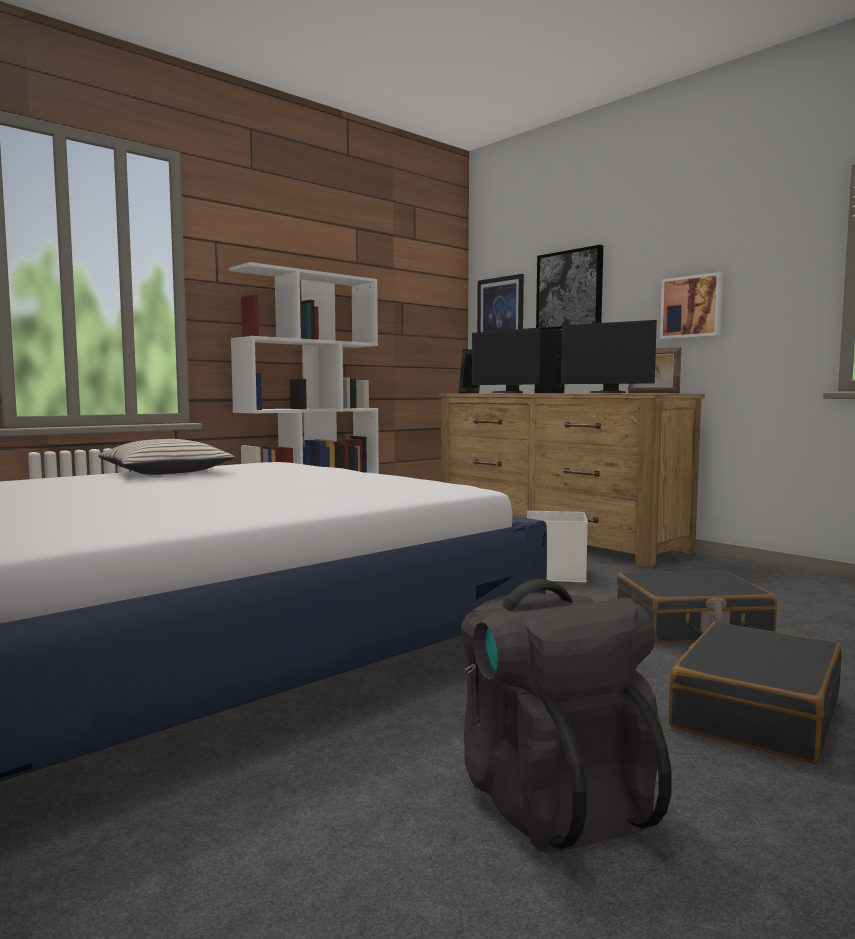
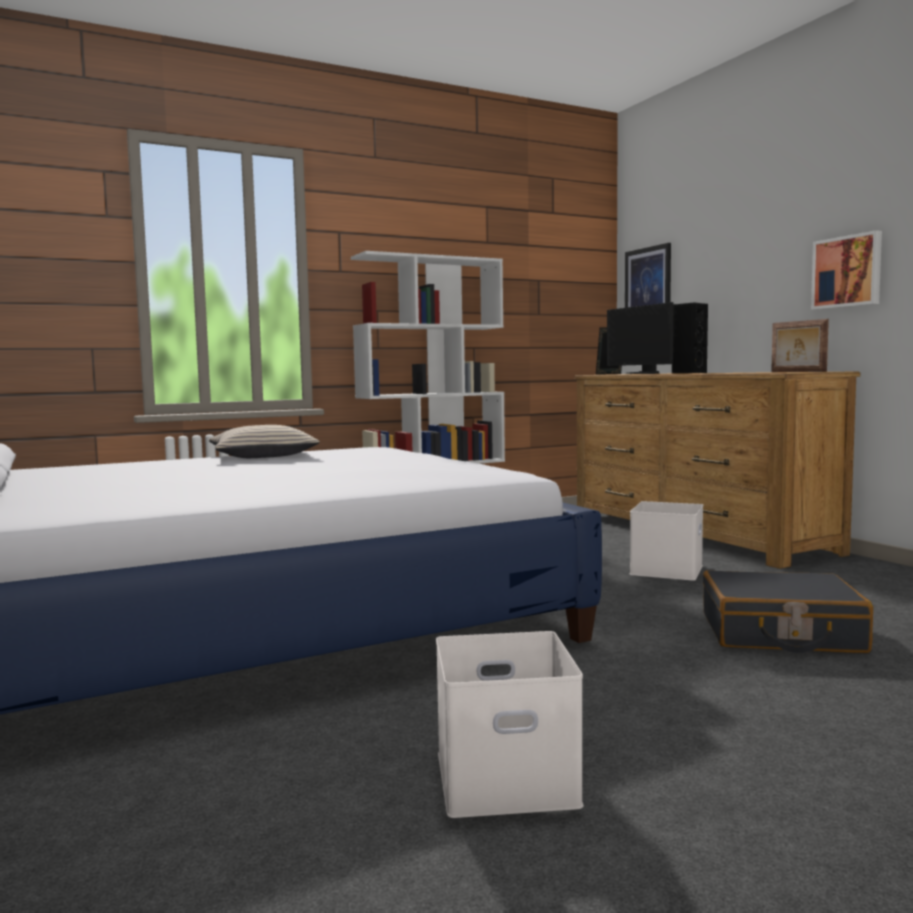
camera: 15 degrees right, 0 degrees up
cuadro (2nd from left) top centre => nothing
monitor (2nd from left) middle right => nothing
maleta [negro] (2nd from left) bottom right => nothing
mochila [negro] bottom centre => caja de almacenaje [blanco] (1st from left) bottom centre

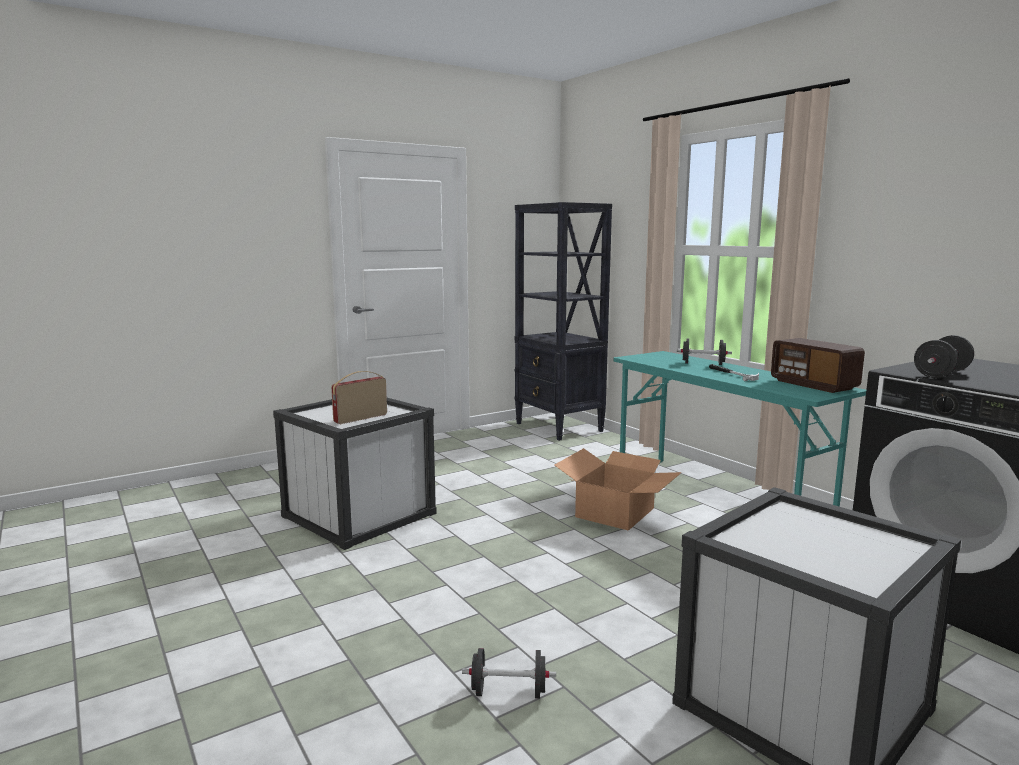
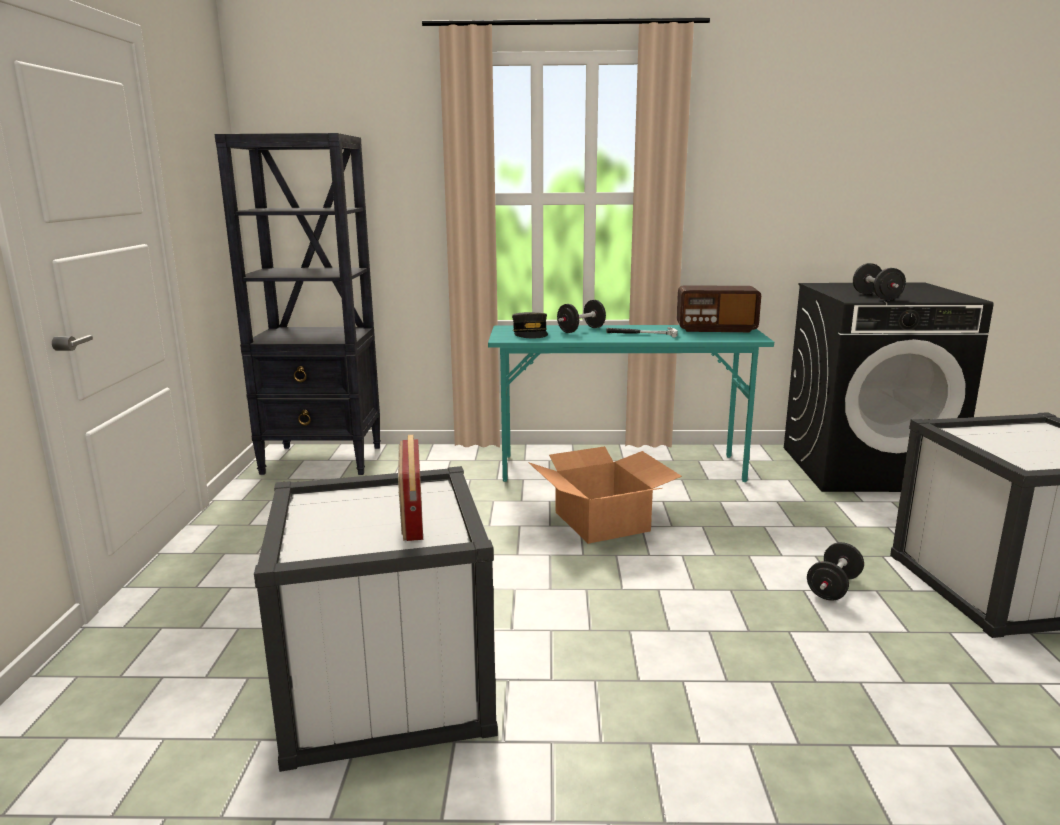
camera: 55 degrees left, 5 degrees up
nothing => gorra [gris] centre
mancuerna [negro] (1st from left in the first image) bottom centre => mancuerna [negro] (2nd from left) bottom right, moved

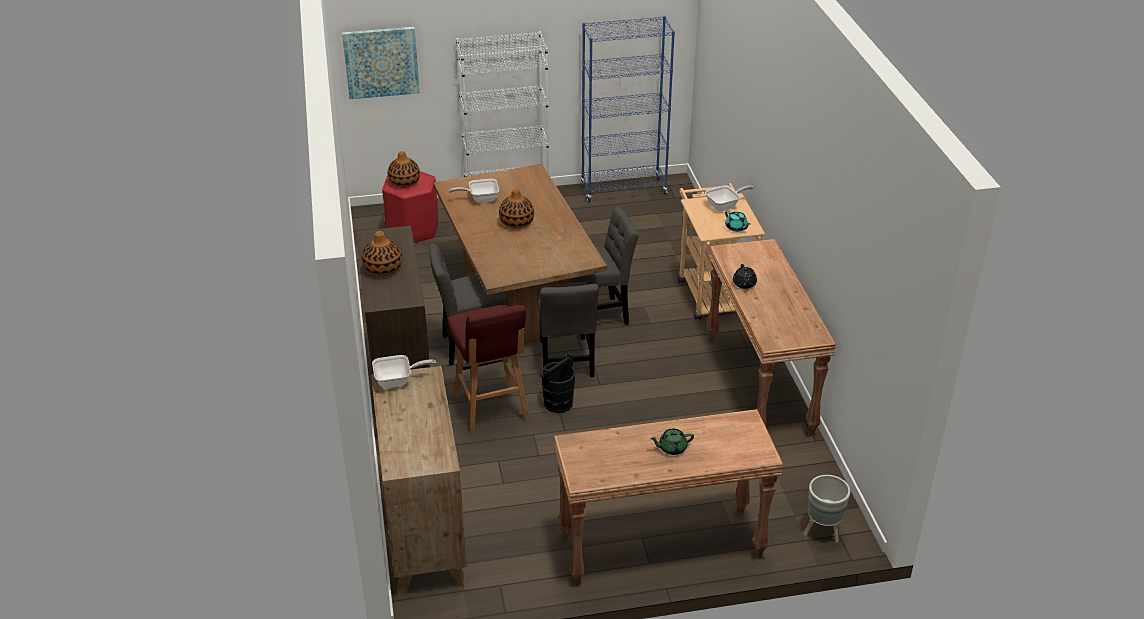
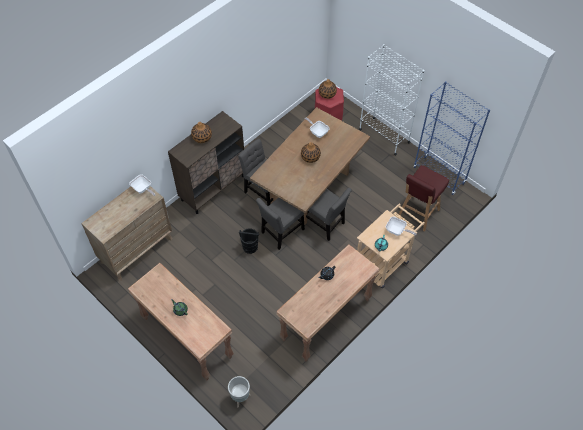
camera: 55 degrees right, 20 degrees up
cuadro top left => nothing
taburete [rojo] (2nd from left) centre => taburete [rojo] (2nd from left) middle right, moved

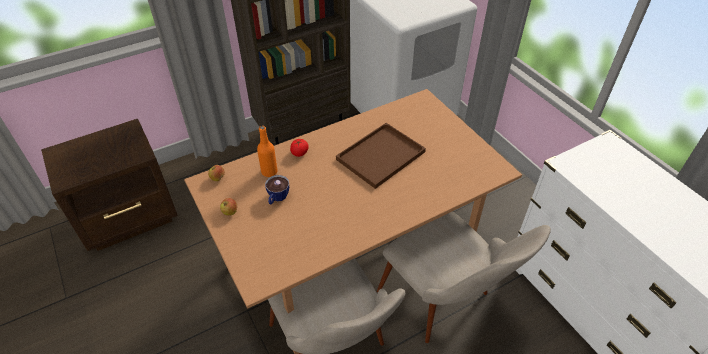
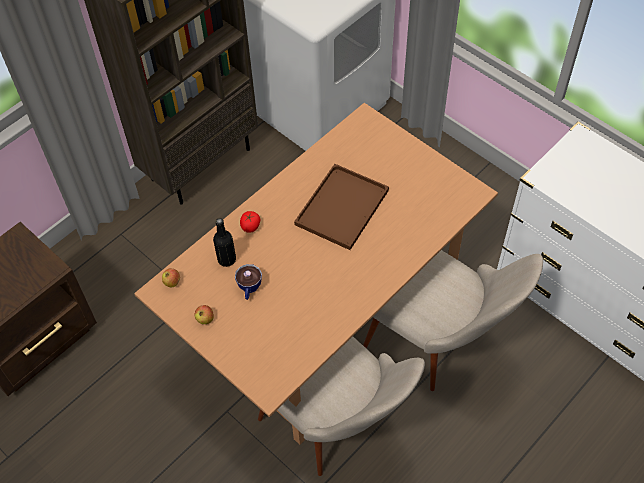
camera: 15 degrees left, 10 degrees up
botella [naranja] centre => botella [negro] centre

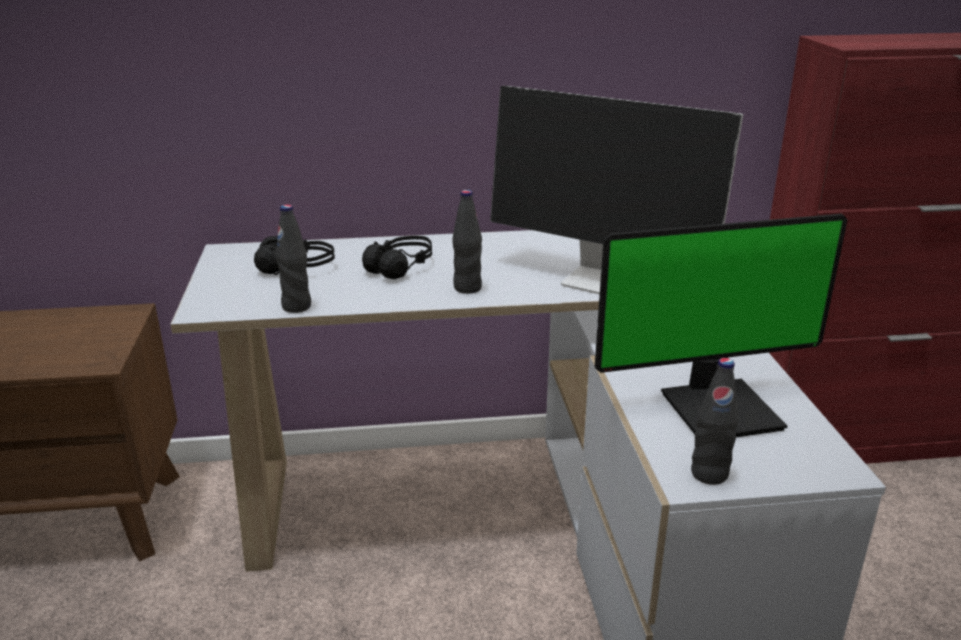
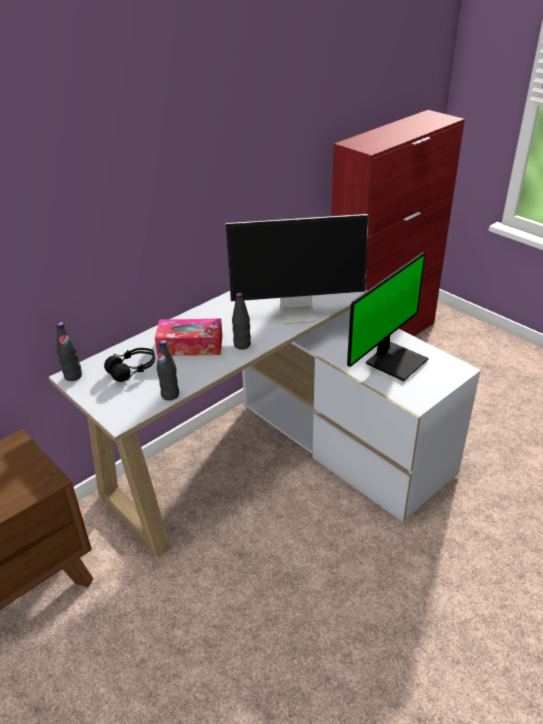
camera: 35 degrees left, 10 degrees up
botella [negro] (3rd from left in the first image) middle right => botella [negro] (1st from left) middle left, moved
auriculares [negro] (2nd from left) centre => caja de pañuelos centre

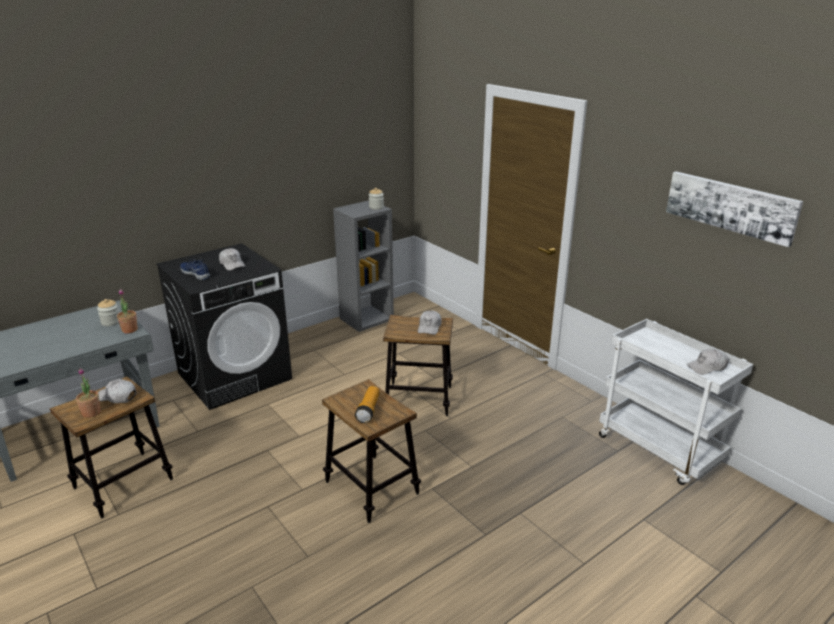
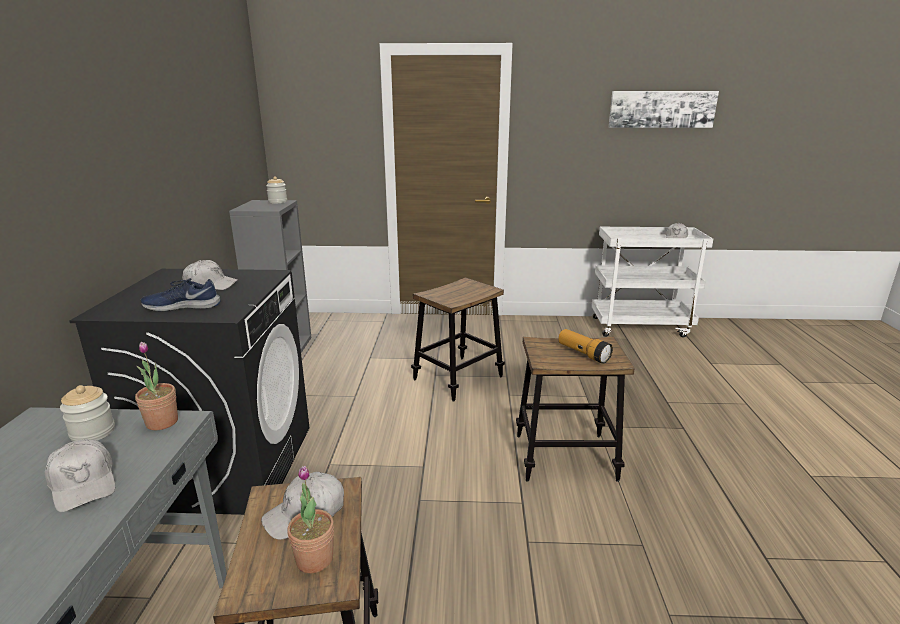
camera: 50 degrees left, 5 degrees down
gorra [blanco] (3rd from left in the first image) centre => gorra [blanco] (1st from left) bottom left, moved

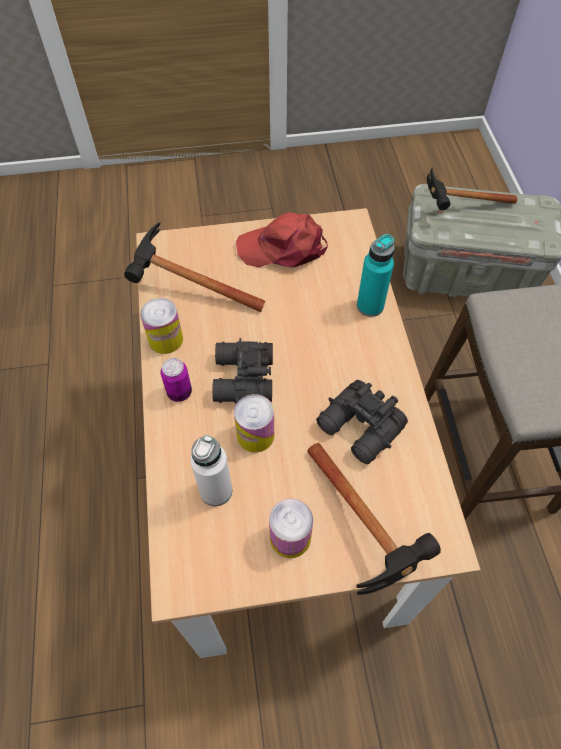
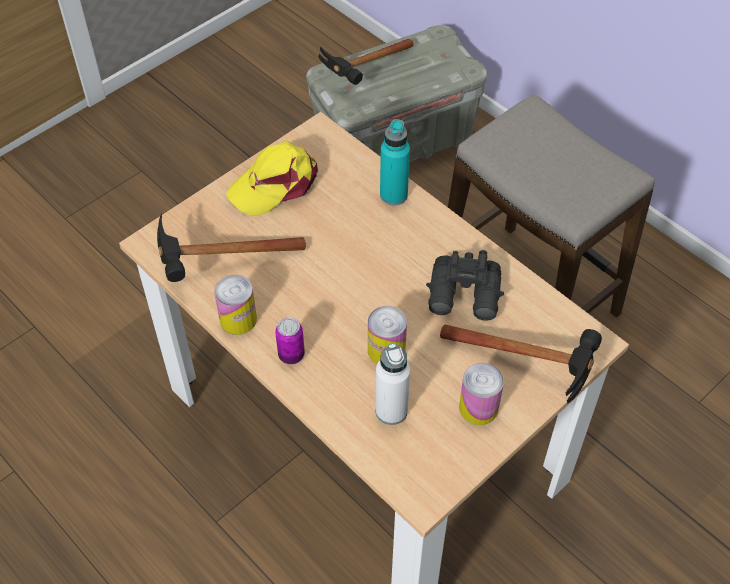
camera: 35 degrees left, 5 degrees down
prismáticos [negro] (1st from left) centre => nothing
gorra [rojo] top centre => gorra [amarillo] top centre

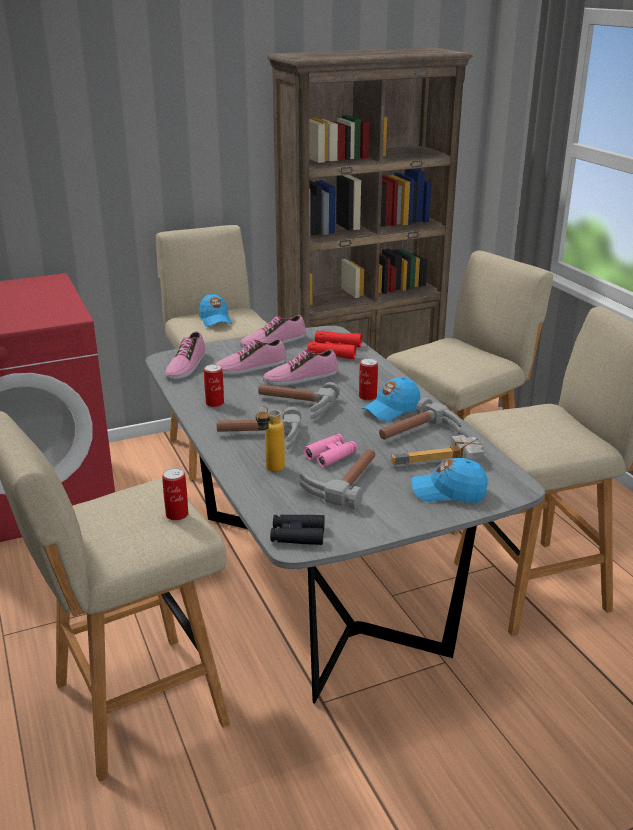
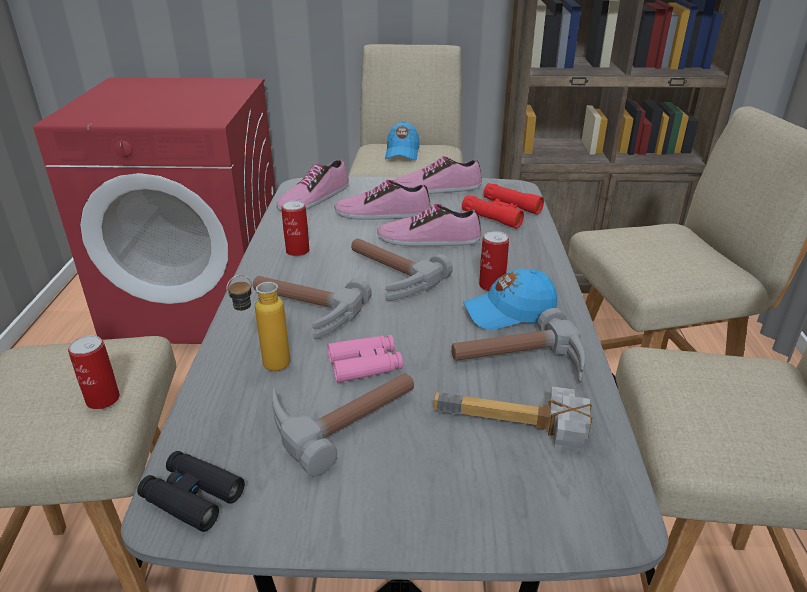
camera: 25 degrees right, 5 degrees up
gorra [azul] (3rd from left) middle right => nothing

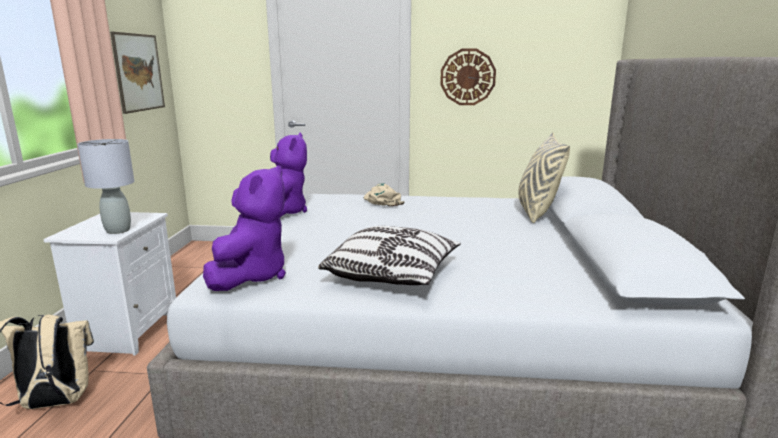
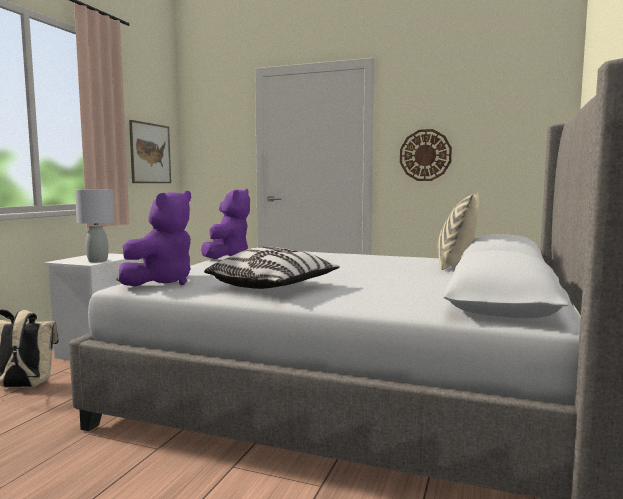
camera: 15 degrees right, 10 degrees down
gorra [beis] centre => nothing

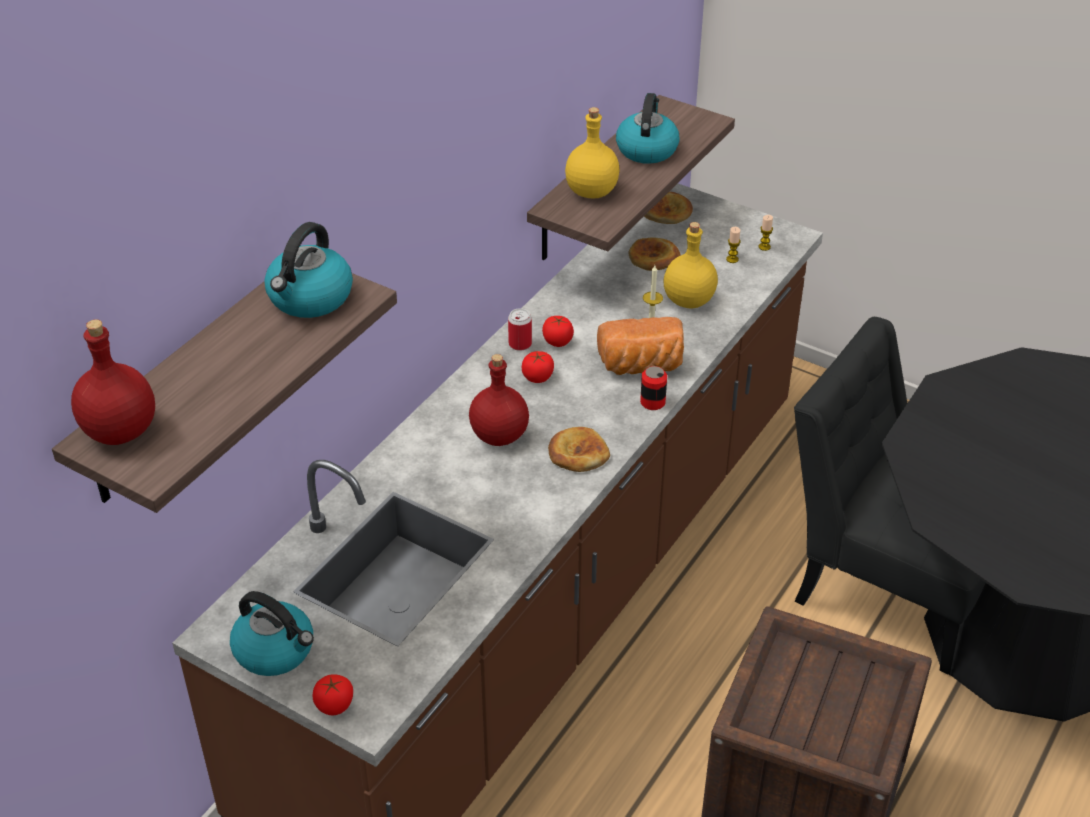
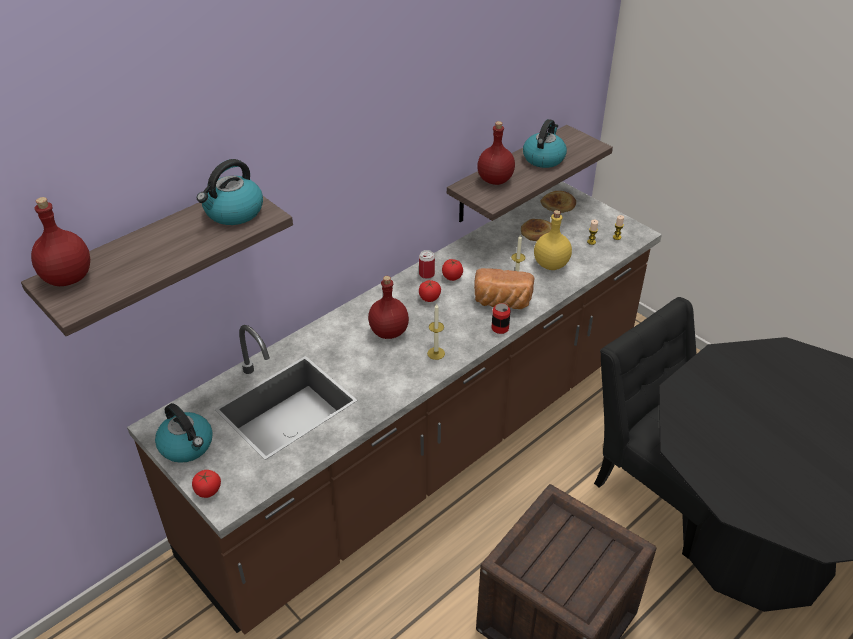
camera: 15 degrees right, 0 degrees up
pan (1st from left) centre => vela (1st from left) centre
botella [amarillo] (1st from left) top centre => botella [rojo] (3rd from left) top centre

